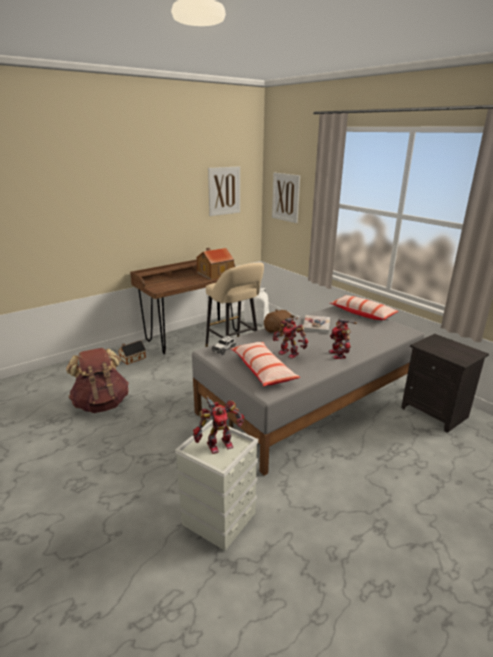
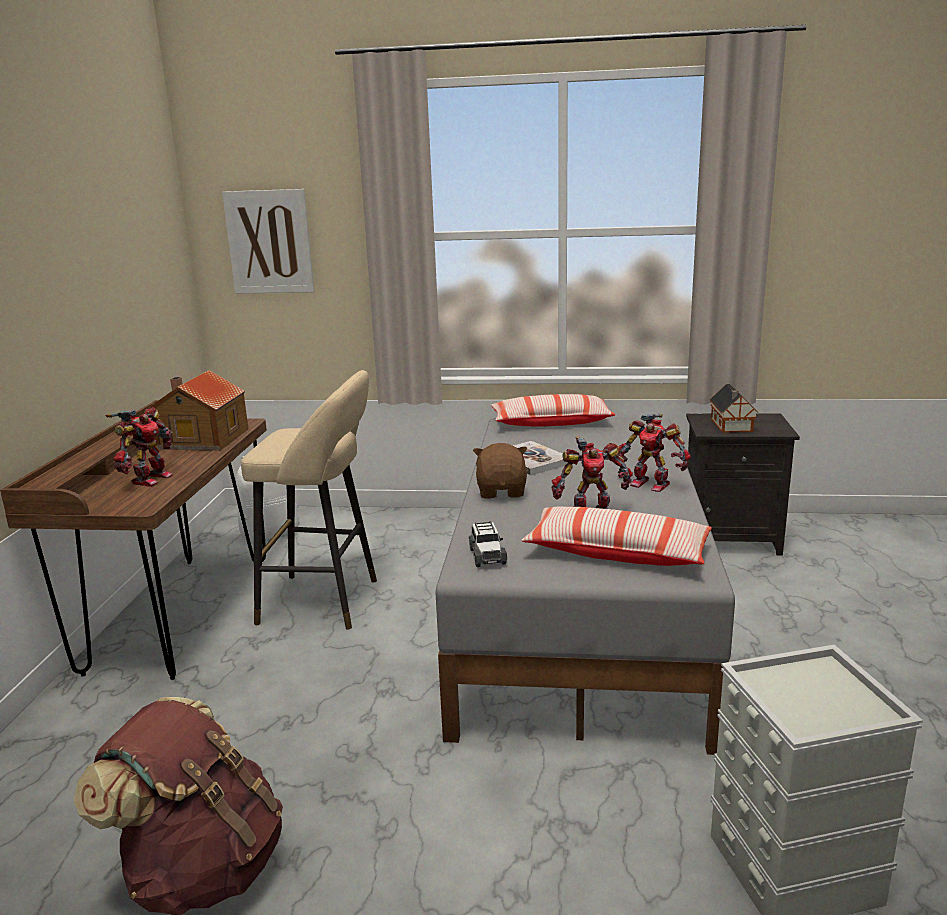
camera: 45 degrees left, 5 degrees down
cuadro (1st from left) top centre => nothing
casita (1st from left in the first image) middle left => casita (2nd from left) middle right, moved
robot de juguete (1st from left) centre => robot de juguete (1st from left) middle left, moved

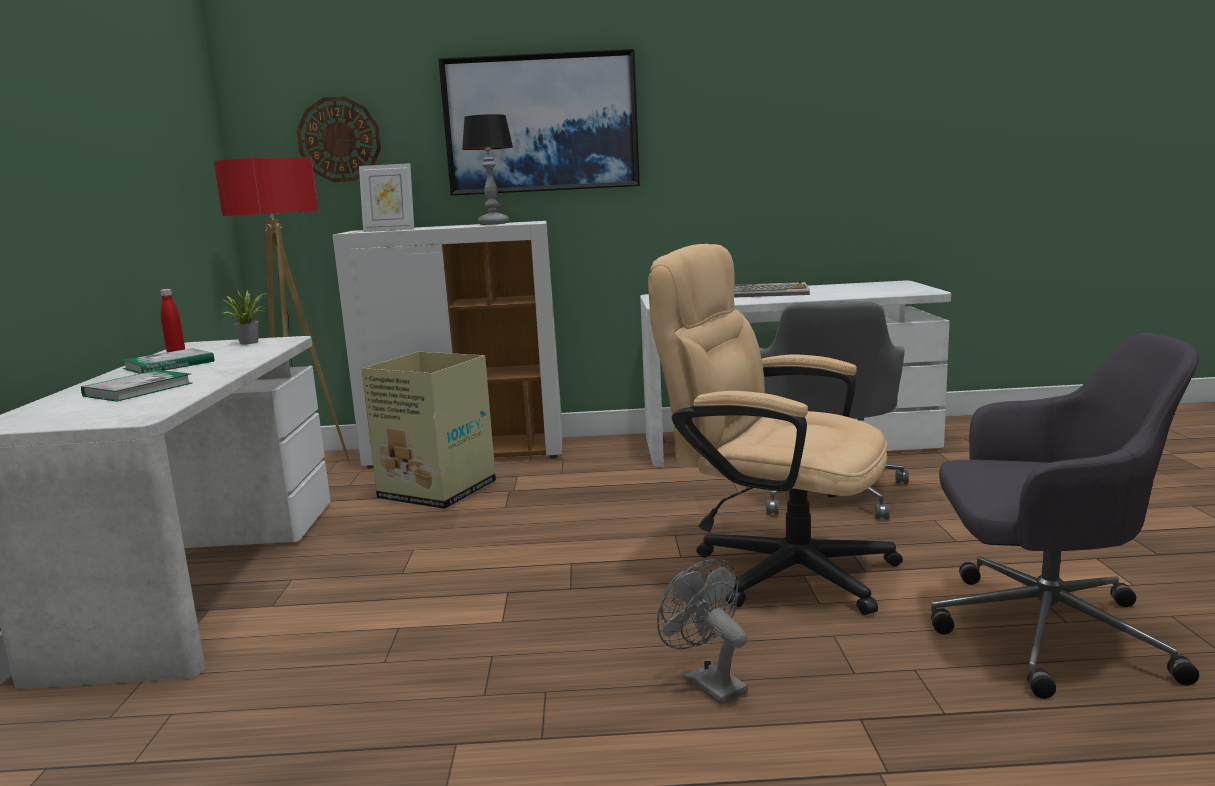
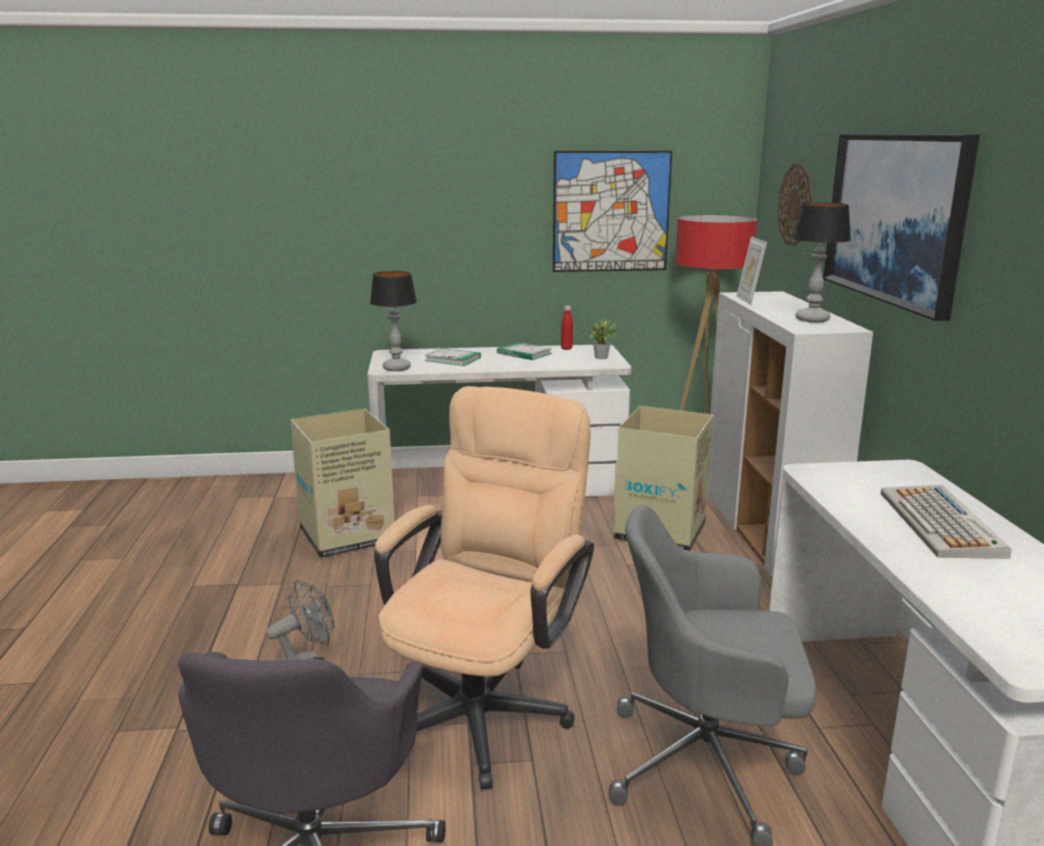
camera: 85 degrees right, 5 degrees up
nothing => caja de cartón (1st from left) middle left
nothing => lámpara de mesa (1st from left) centre
nothing => cuadro (1st from left) top centre

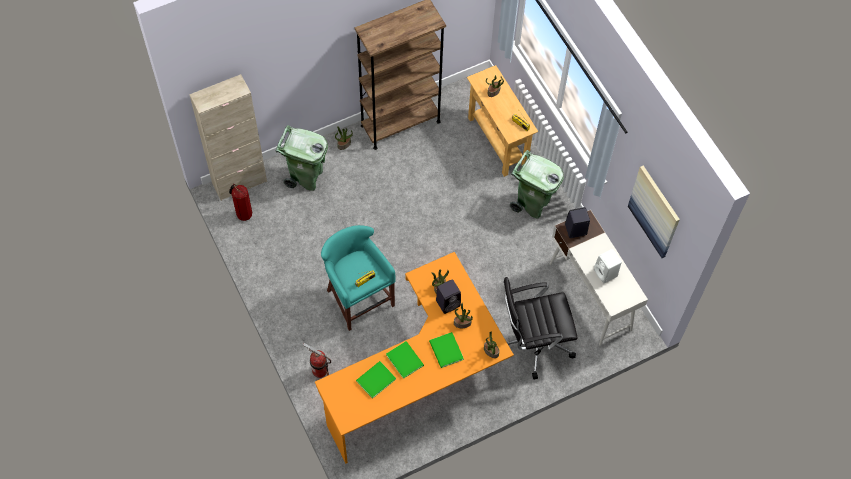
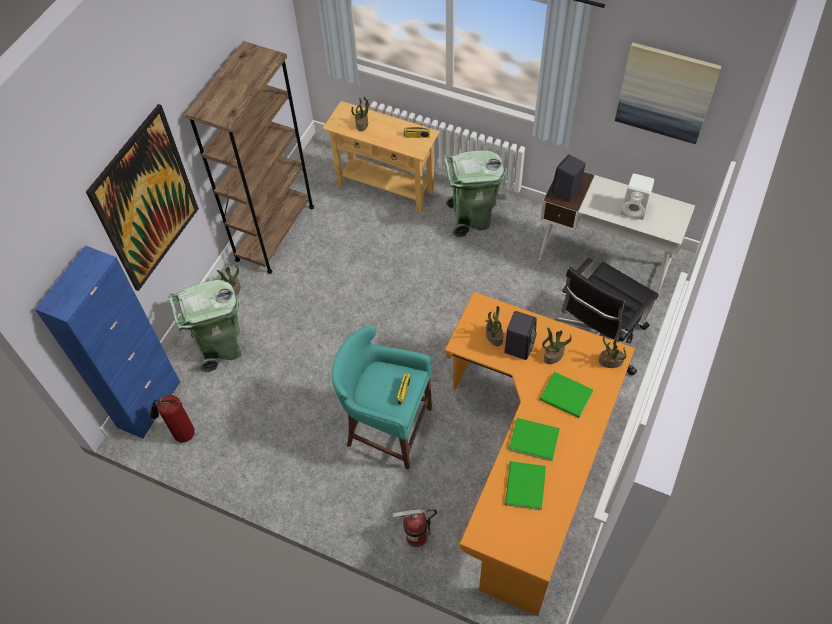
camera: 35 degrees left, 5 degrees down
nothing => cuadro (1st from left) top left
armario [beis] top left => armario [azul] middle left

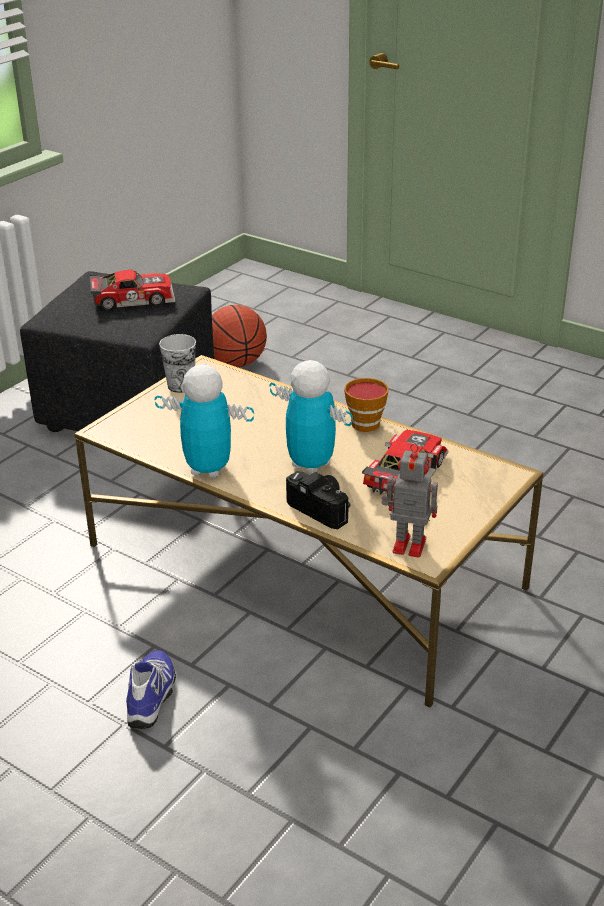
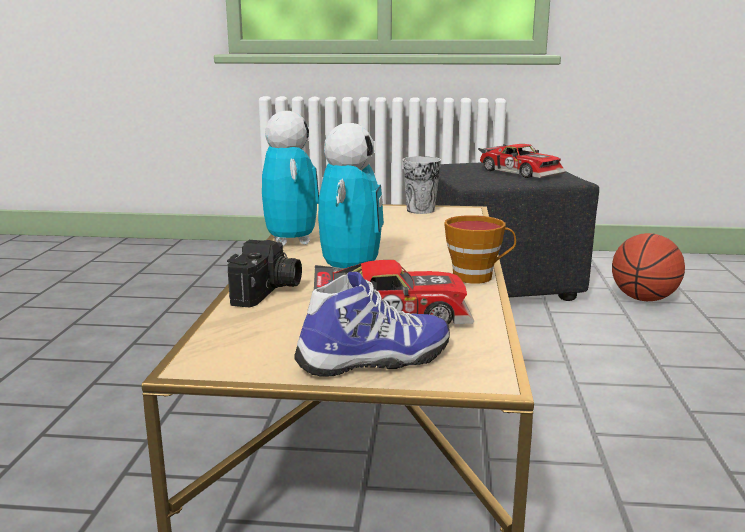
camera: 60 degrees right, 15 degrees down
robot de juguete (3rd from left) middle right => nothing
zapato bottom left => zapato centre, moved

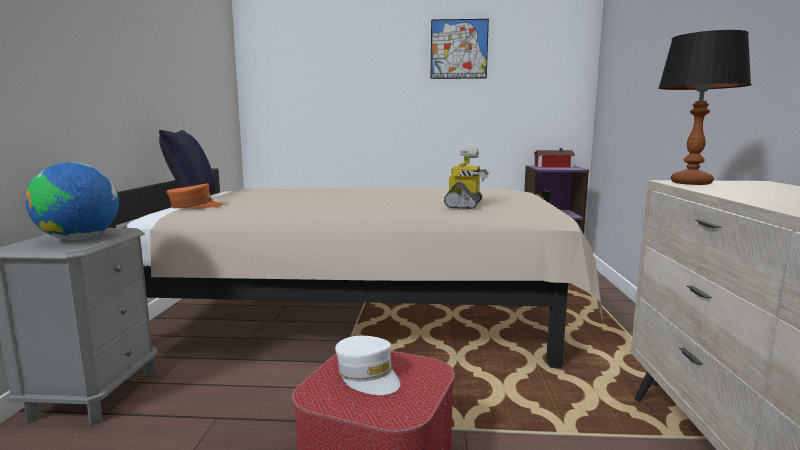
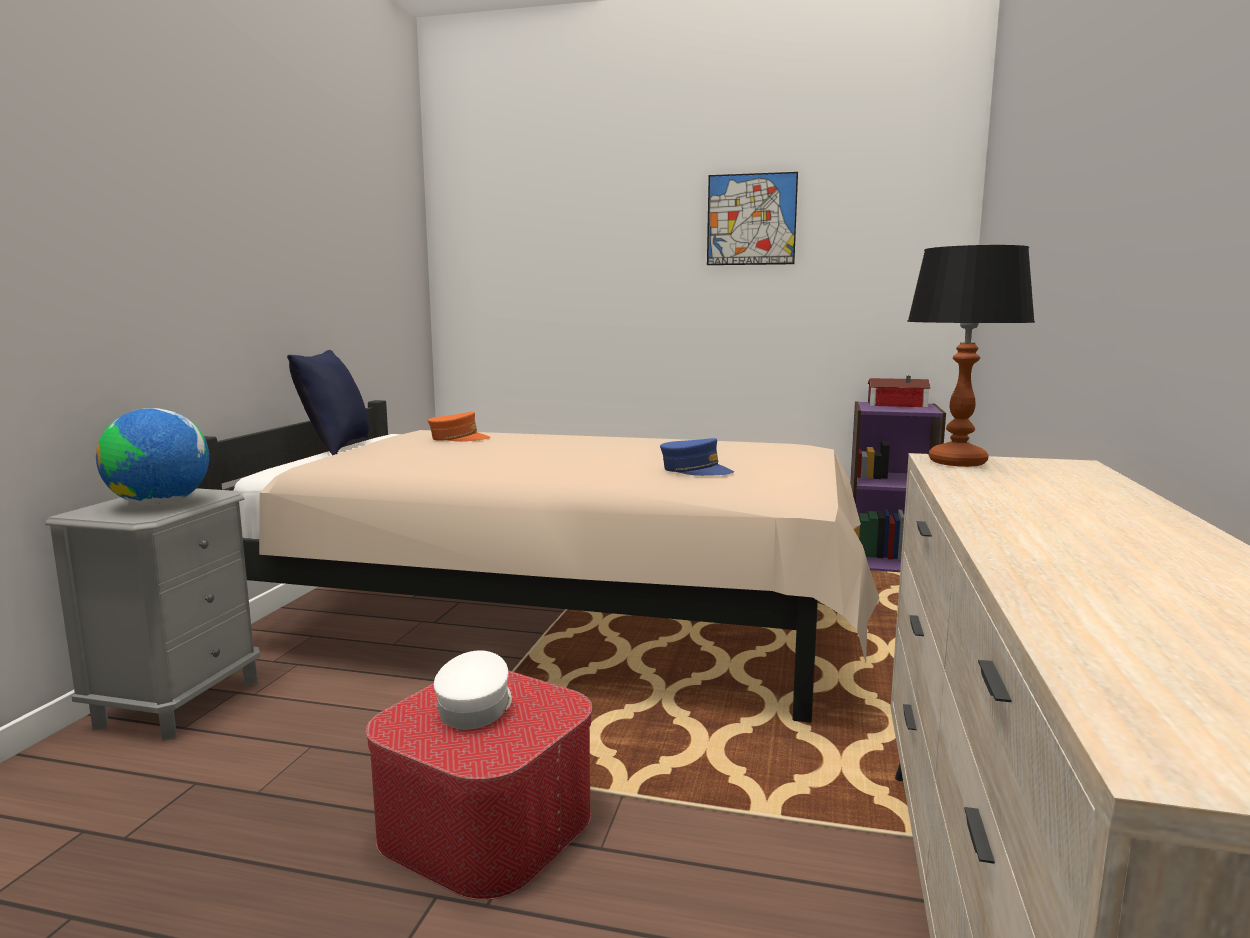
camera: 10 degrees right, 0 degrees up
gorra [naranja] middle left => gorra [naranja] centre, moved
robot de juguete centre => gorra [azul] centre
gorra [blanco] bottom centre, 150 degrees counterclockwise

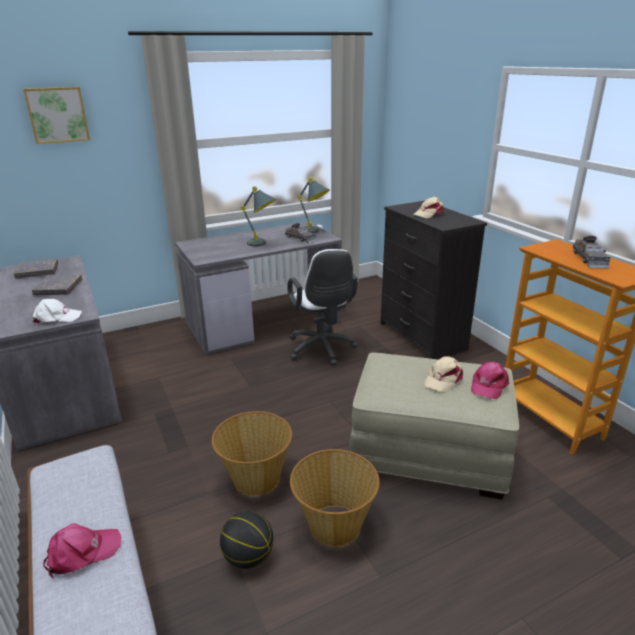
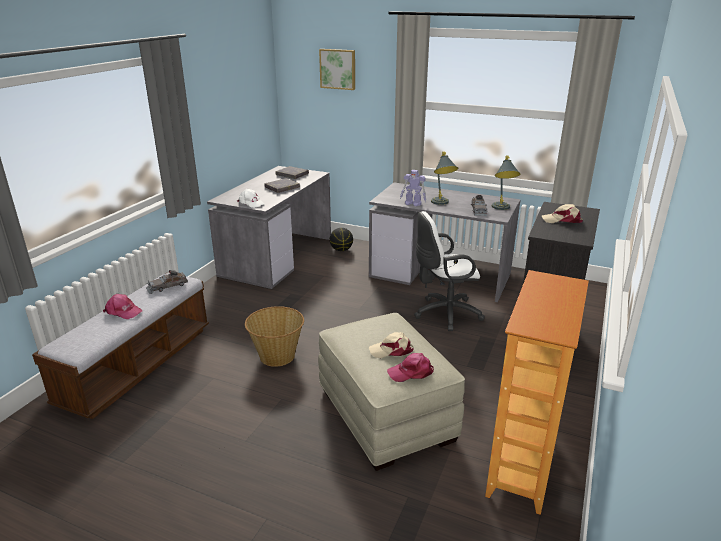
camera: 50 degrees right, 0 degrees up
cesta (2nd from left) bottom centre => nothing
nothing => robot de juguete centre
balón de baloncesto bottom centre => balón de baloncesto centre, moved
coche de juguete [gris] (2nd from left in the first image) middle right => coche de juguete [gris] (1st from left) middle left, moved
silla de oficina [blanco] centre, 45 degrees clockwise

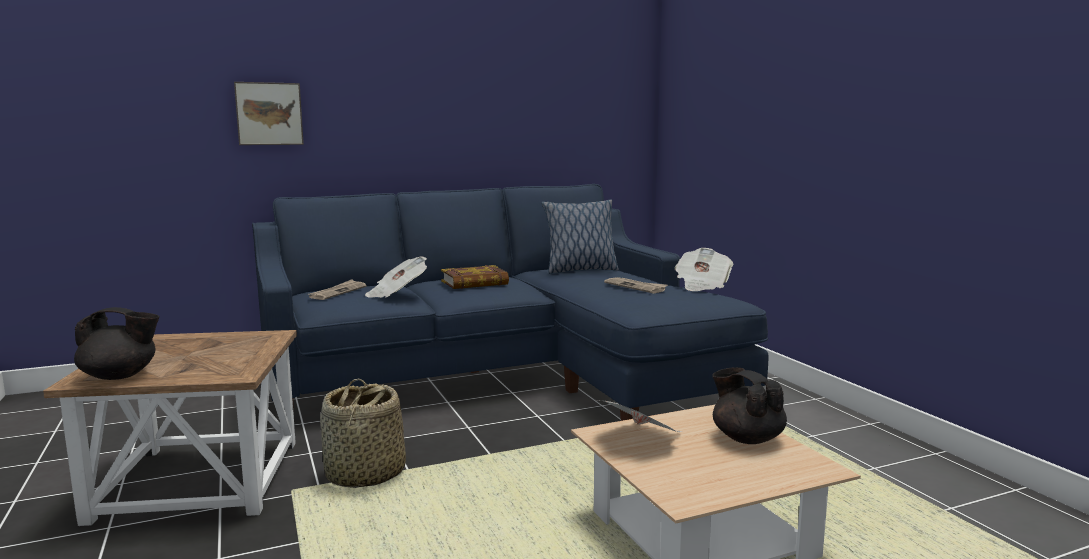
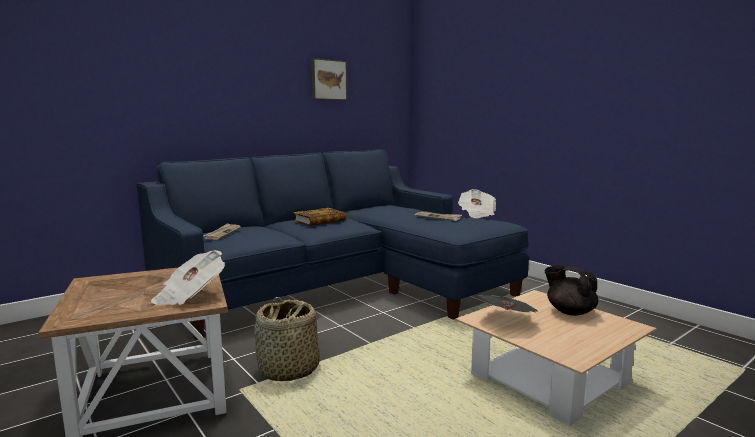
camera: 15 degrees left, 0 degrees up
tetera [negro] (1st from left) middle left => nothing
cojín centre => nothing
cuadro top left => cuadro top centre, moved
periódico (2nd from left in the first image) centre => periódico (1st from left) middle left, moved

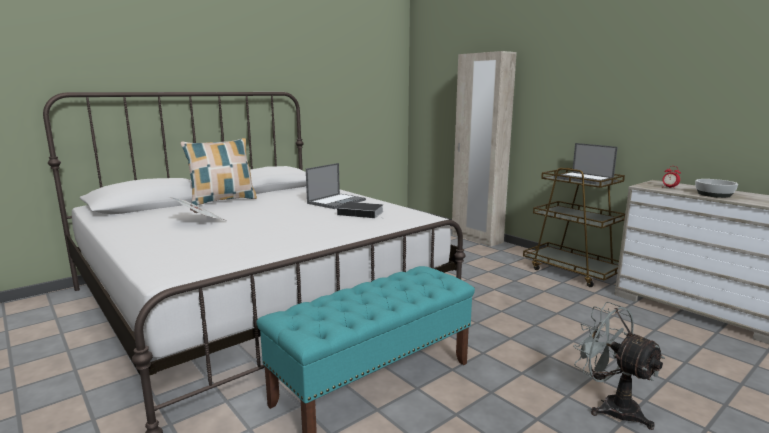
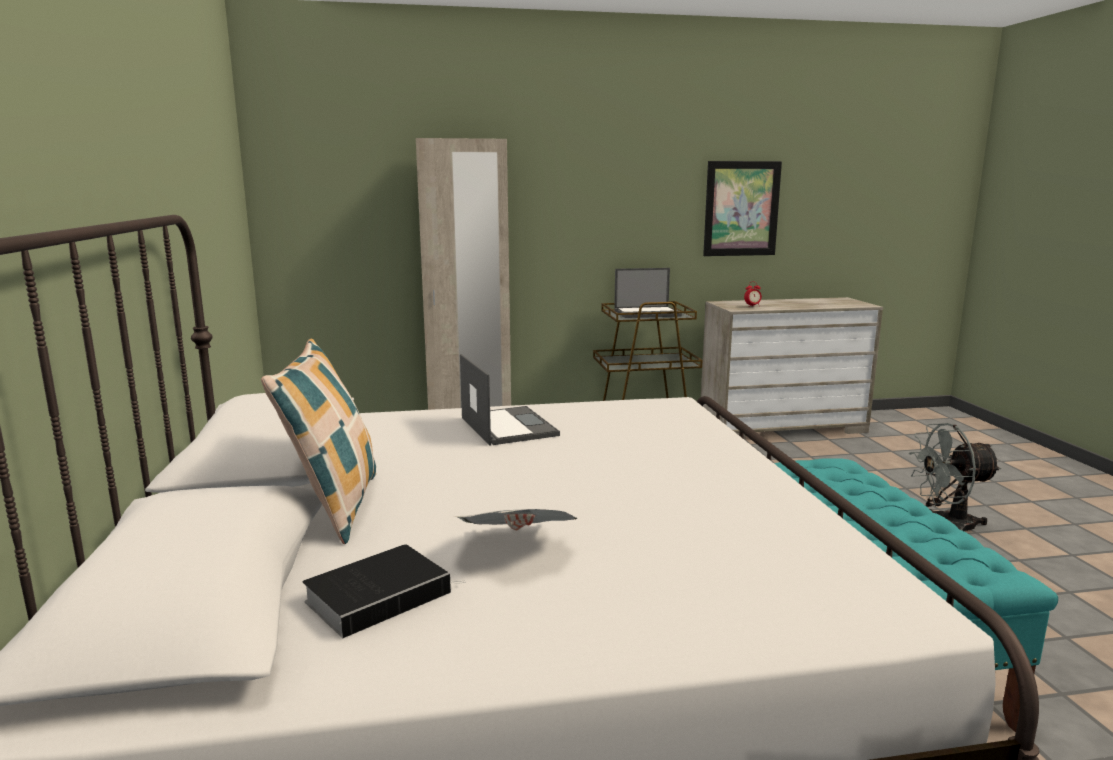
camera: 60 degrees left, 0 degrees up
cuenco middle right => nothing
nothing => cuadro top right
libro centre => libro bottom centre, moved

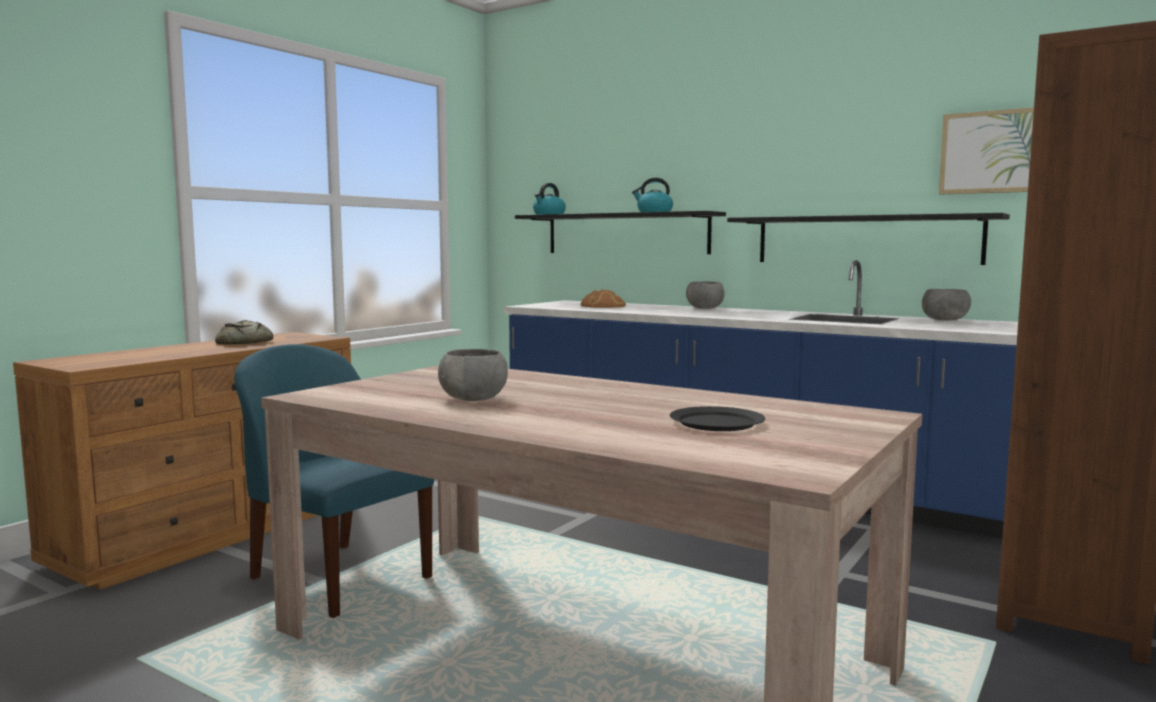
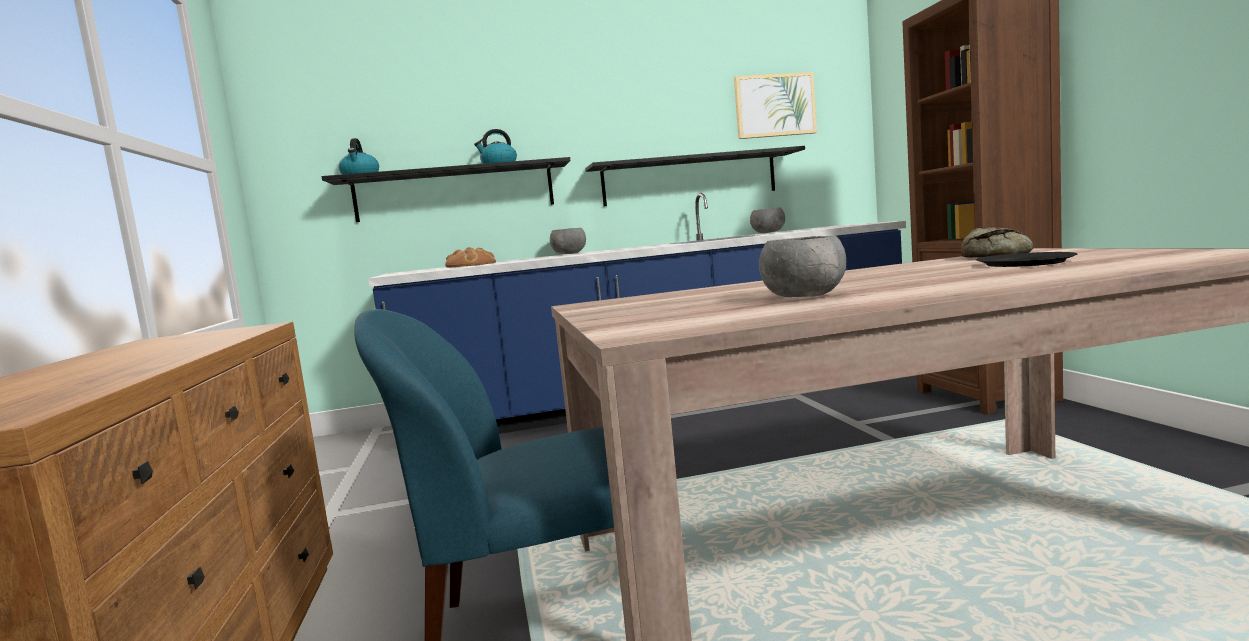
camera: 45 degrees left, 0 degrees up
pan (1st from left in the first image) middle left => pan (2nd from left) middle right, moved

